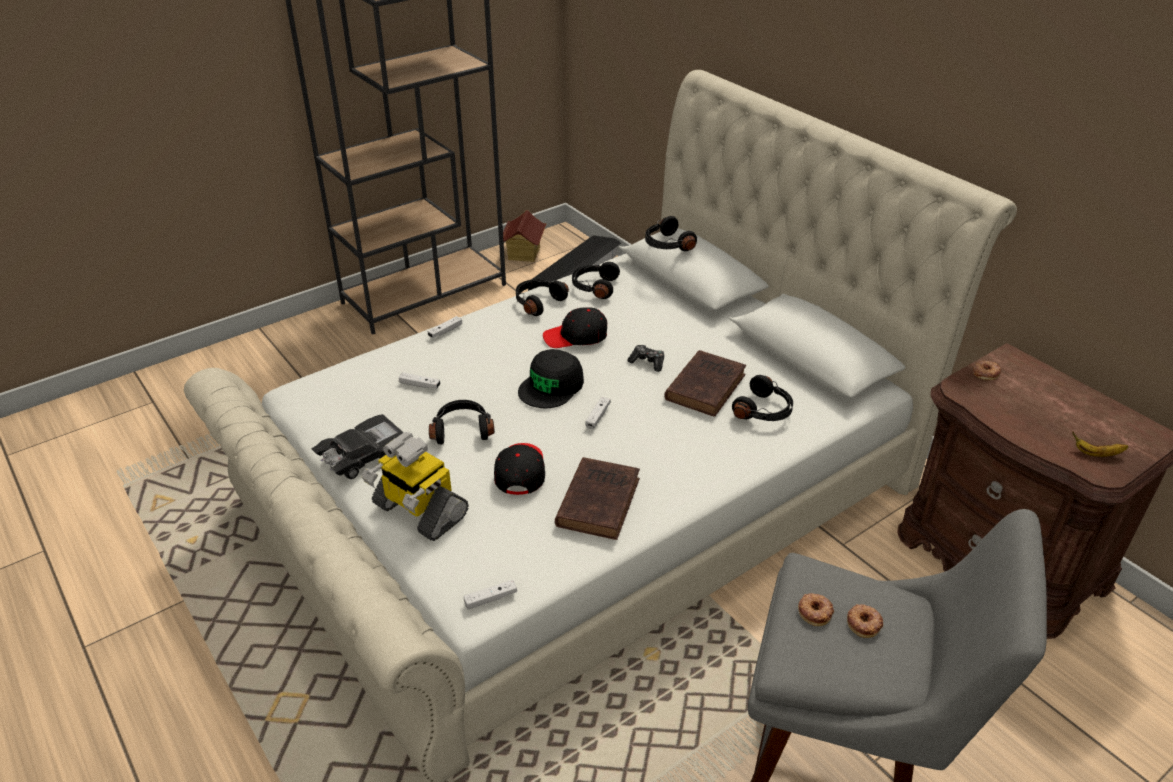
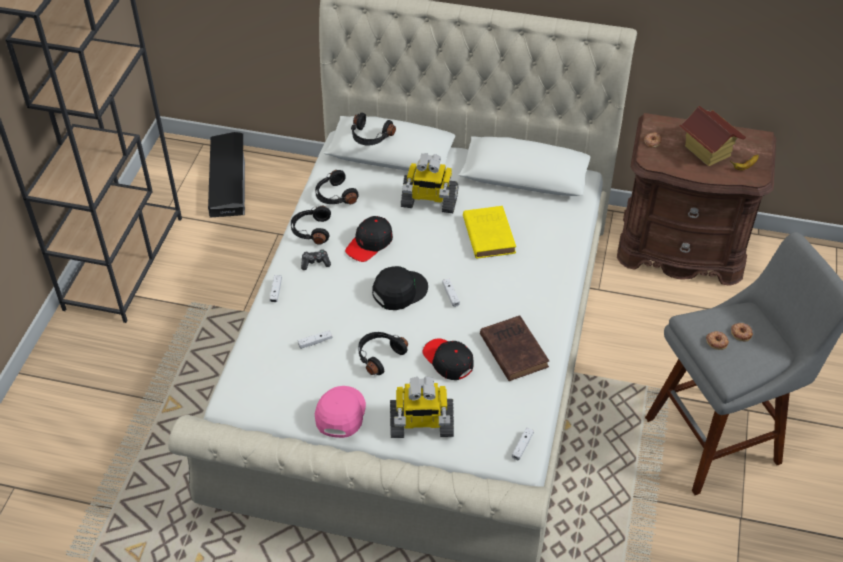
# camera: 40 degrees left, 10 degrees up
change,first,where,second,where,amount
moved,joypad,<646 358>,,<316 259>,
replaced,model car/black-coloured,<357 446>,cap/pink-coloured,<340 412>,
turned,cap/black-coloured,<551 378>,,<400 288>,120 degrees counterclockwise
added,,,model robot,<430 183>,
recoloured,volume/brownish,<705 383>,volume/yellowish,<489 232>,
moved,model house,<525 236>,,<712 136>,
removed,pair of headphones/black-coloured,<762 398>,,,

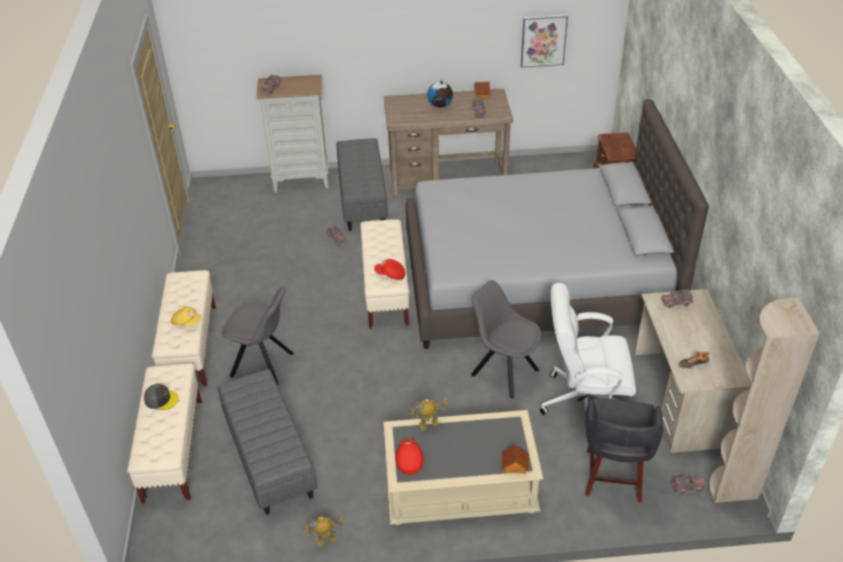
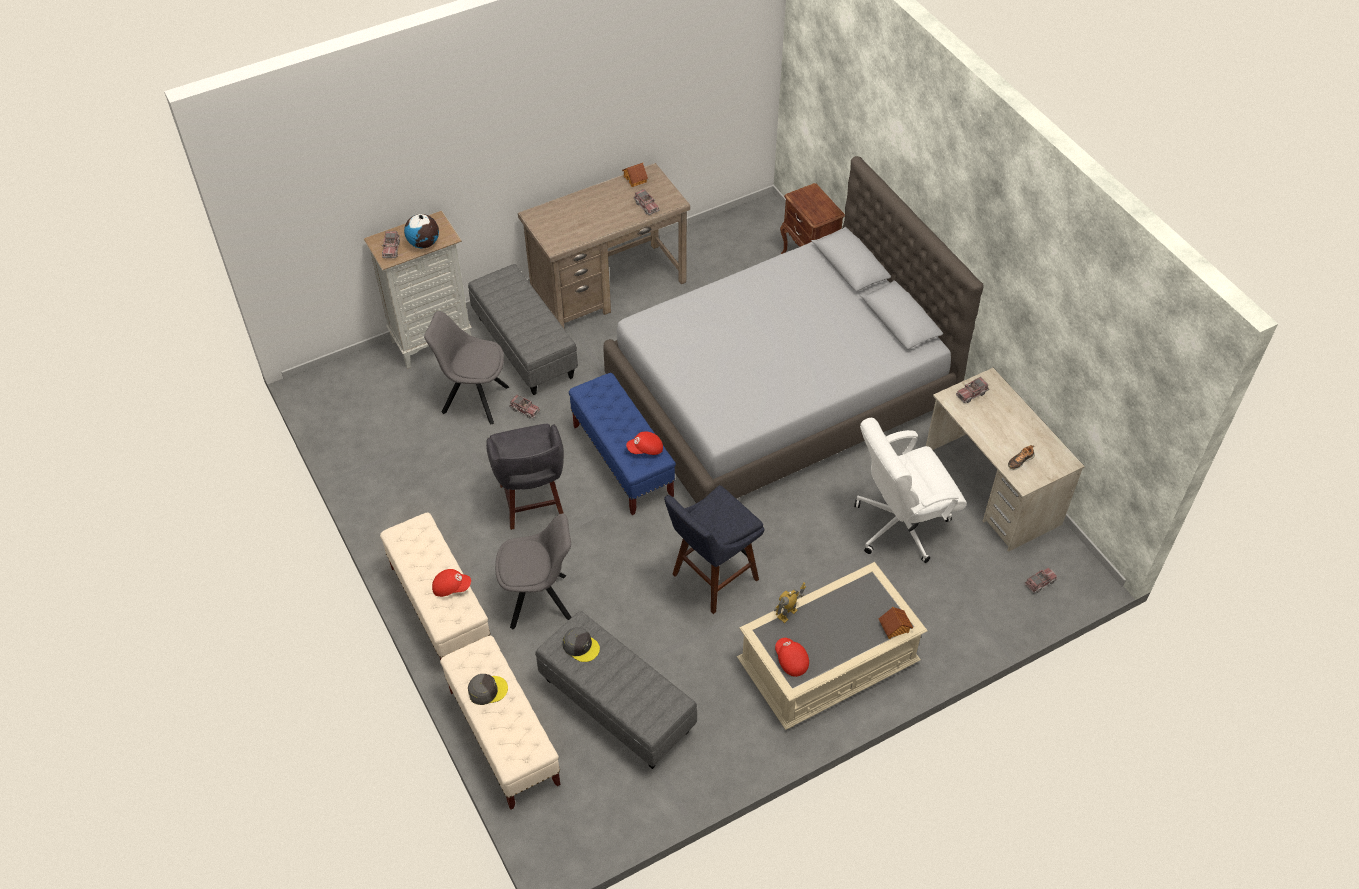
# camera: 25 degrees left, 10 degrees up
change,first,where,second,where,amount
moved,globe,<440 94>,,<421 231>,
moved,chair/gray,<506 339>,,<466 367>,
recoloured,cap/yellowish,<186 316>,cap/red,<451 583>,
moved,stool seat/gray,<624 450>,,<525 477>,
added,,,cap/gray,<581 644>,
recoloured,bench/beige,<385 273>,bench/bluish,<622 444>,
added,,,stool seat/bluish,<714 549>,
removed,model robot,<323 531>,,,
removed,wall art,<544 41>,,,
removed,bookcase/beige,<764 400>,,,

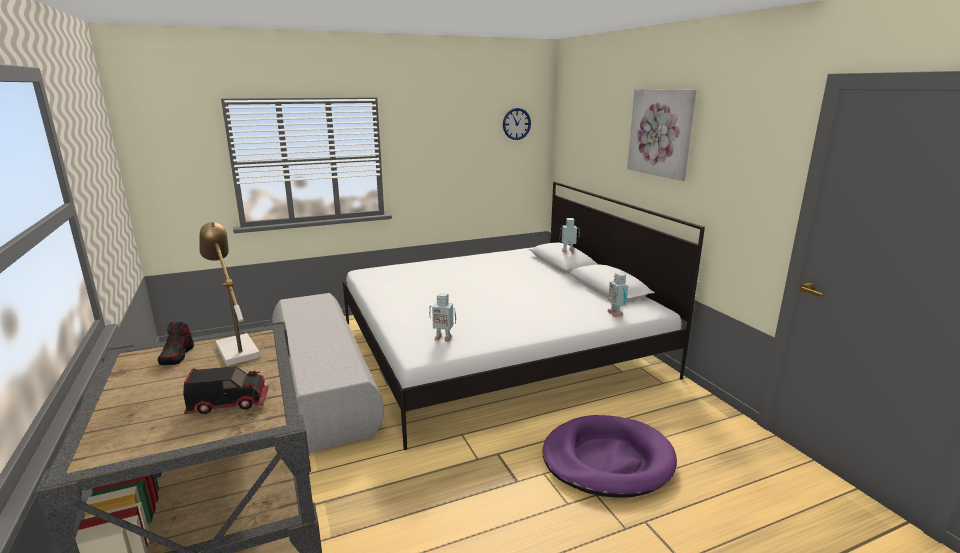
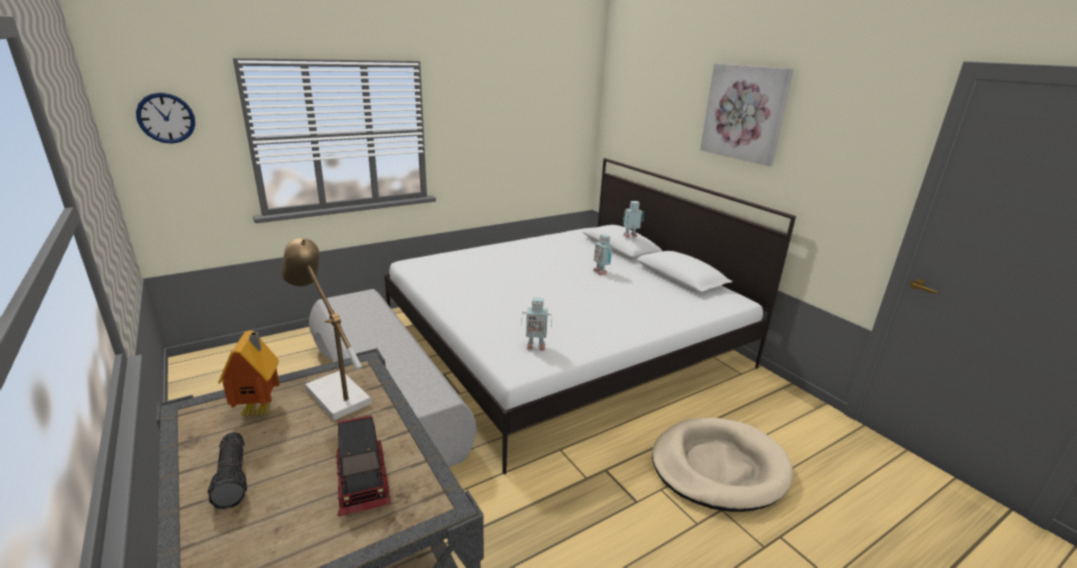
# camera: 10 degrees left, 5 degrees up
change,first,where,second,where,amount
moved,clock on the wall,<517 124>,,<165 118>,
added,,,flashlight,<227 471>,
replaced,shoe,<176 343>,model house,<249 373>,
turned,toy lorry,<226 390>,,<363 466>,90 degrees clockwise
moved,model robot,<617 295>,,<602 254>,
recoloured,dog cushion/purple-coloured,<609 456>,dog cushion/beige,<722 464>,

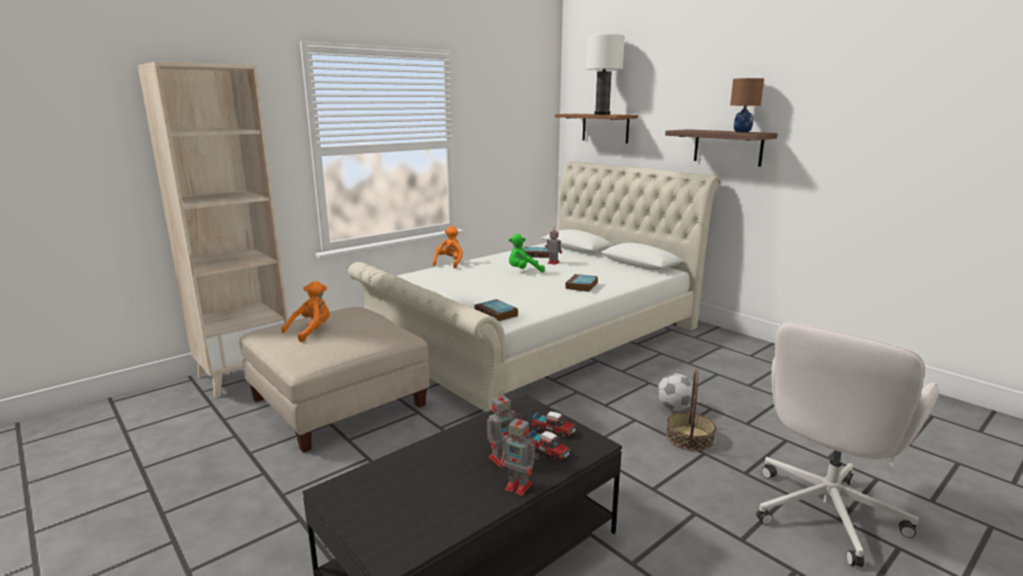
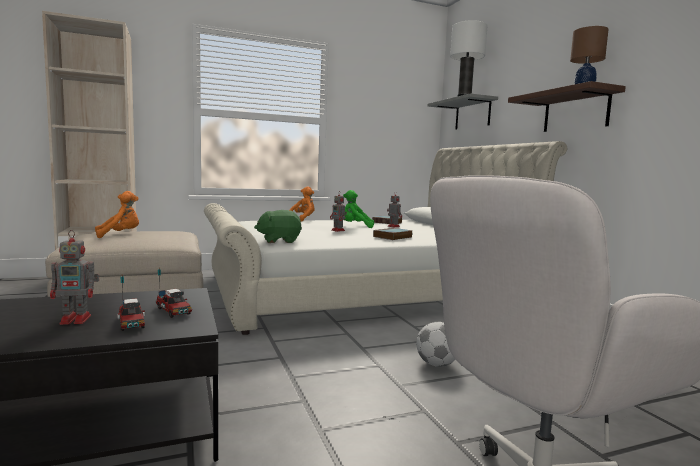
# camera: 20 degrees right, 10 degrees down
change,first,where,second,where,amount
replaced,volume,<496 310>,plush toy/green,<278 226>,
moved,model robot,<519 455>,,<338 213>,
recoloured,bracket shelf/brownish,<596 129>,bracket shelf/gray,<463 111>,
removed,storage basket,<691 410>,,,

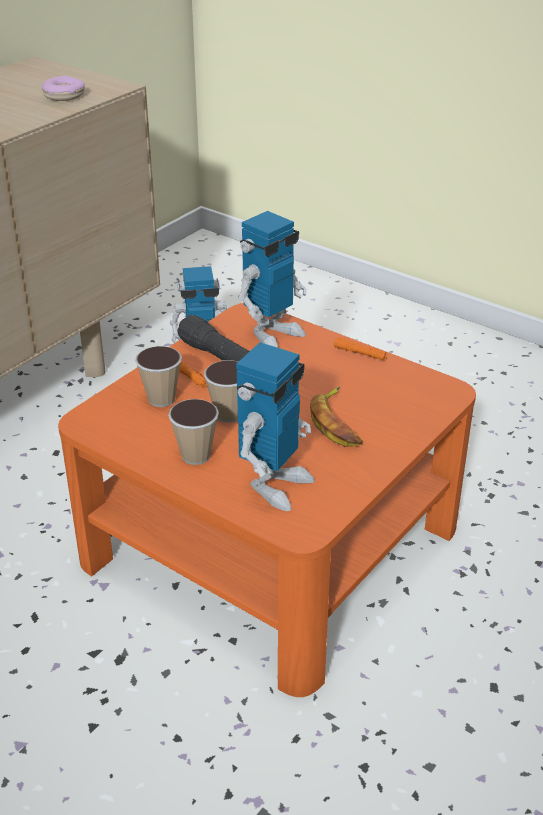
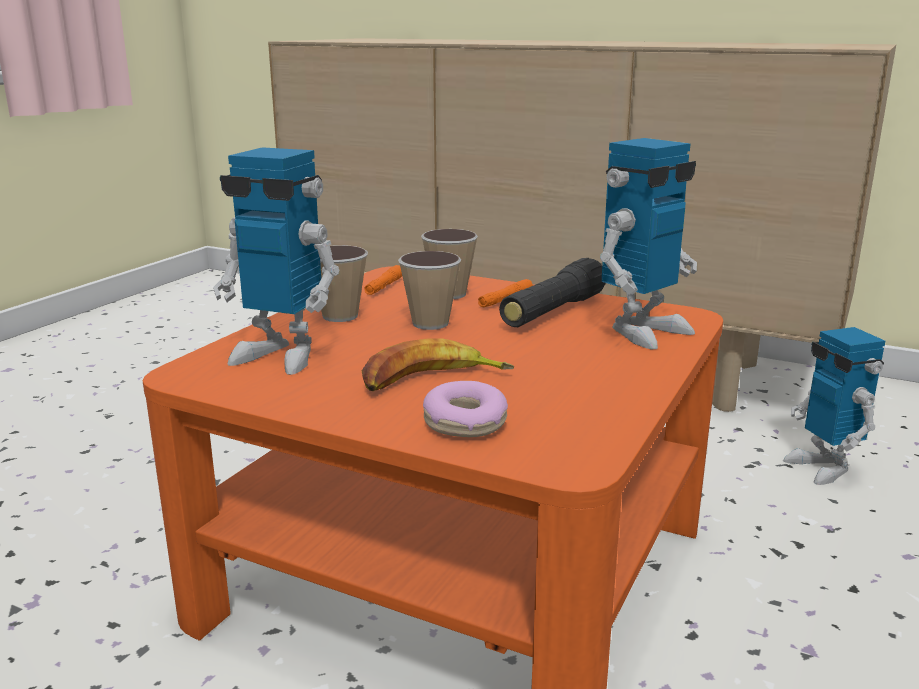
# camera: 80 degrees right, 15 degrees down
change,first,where,second,where,amount
moved,flashlight/orangey,<360 348>,,<383 280>,
moved,donut,<63 88>,,<465 409>,
turned,model robot,<273 279>,,<648 243>,75 degrees counterclockwise

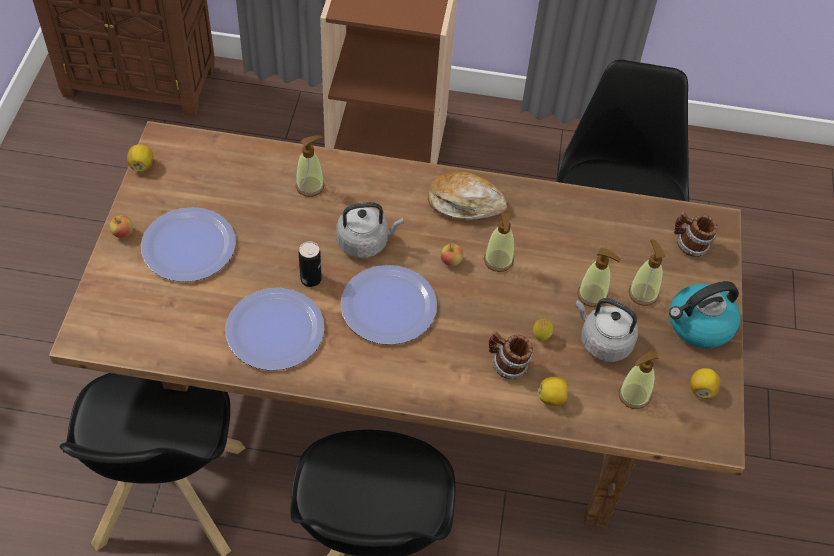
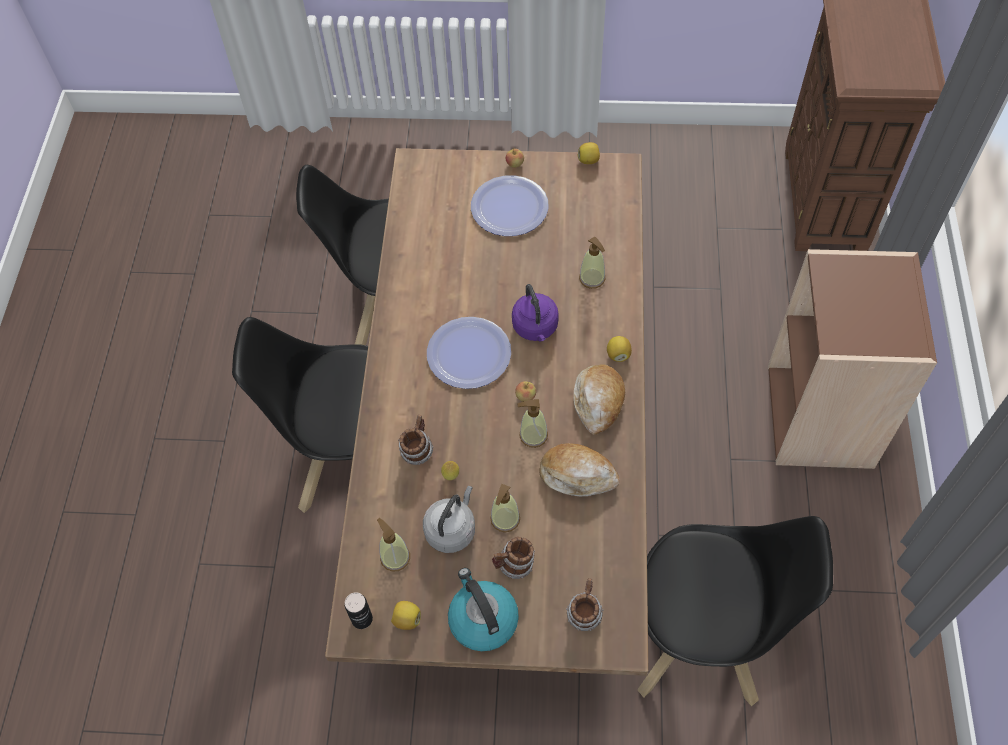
# camera: 90 degrees right, 5 degrees up
change,first,where,second,where,amount
moved,metal can,<310 264>,,<359 610>,
replaced,liquid soap bottle,<646 272>,tea mug,<513 558>,
recoloured,tea kettle/gray,<370 230>,tea kettle/purple-coloured,<535 312>,
added,,,bakery bread,<579 469>,
moved,whole lemon,<553 391>,,<619 349>,
removed,plate,<274 329>,,,

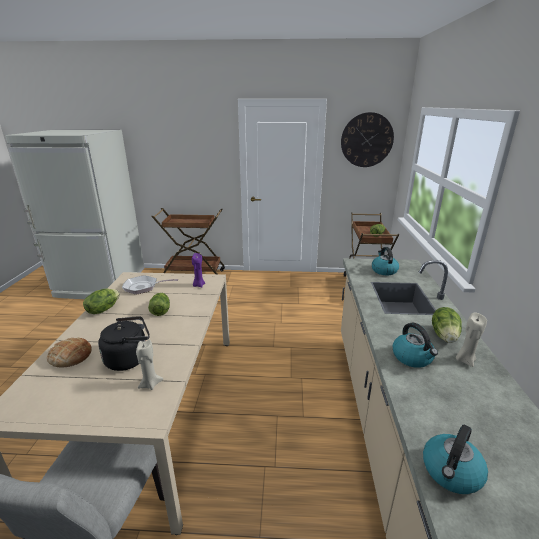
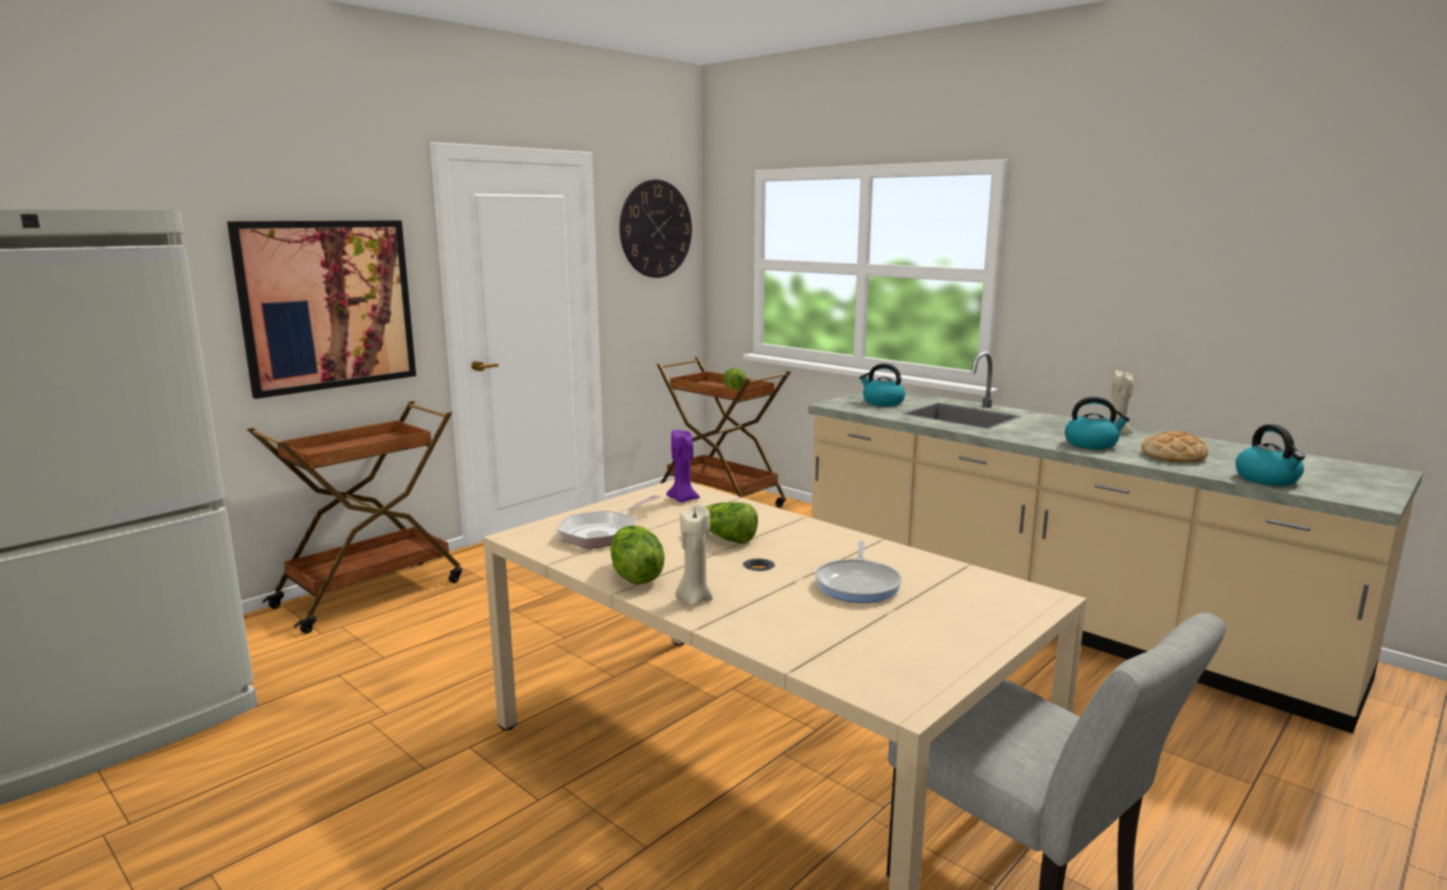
# camera: 50 degrees left, 10 degrees down
change,first,where,second,where,amount
added,,,wall art,<321 309>,
moved,wax candle/beige,<149 365>,,<694 555>,
replaced,tea kettle/black-coloured,<124 343>,pan,<858 572>,
moved,bakery bread,<69 353>,,<1174 446>,
removed,lettuce,<447 325>,,,

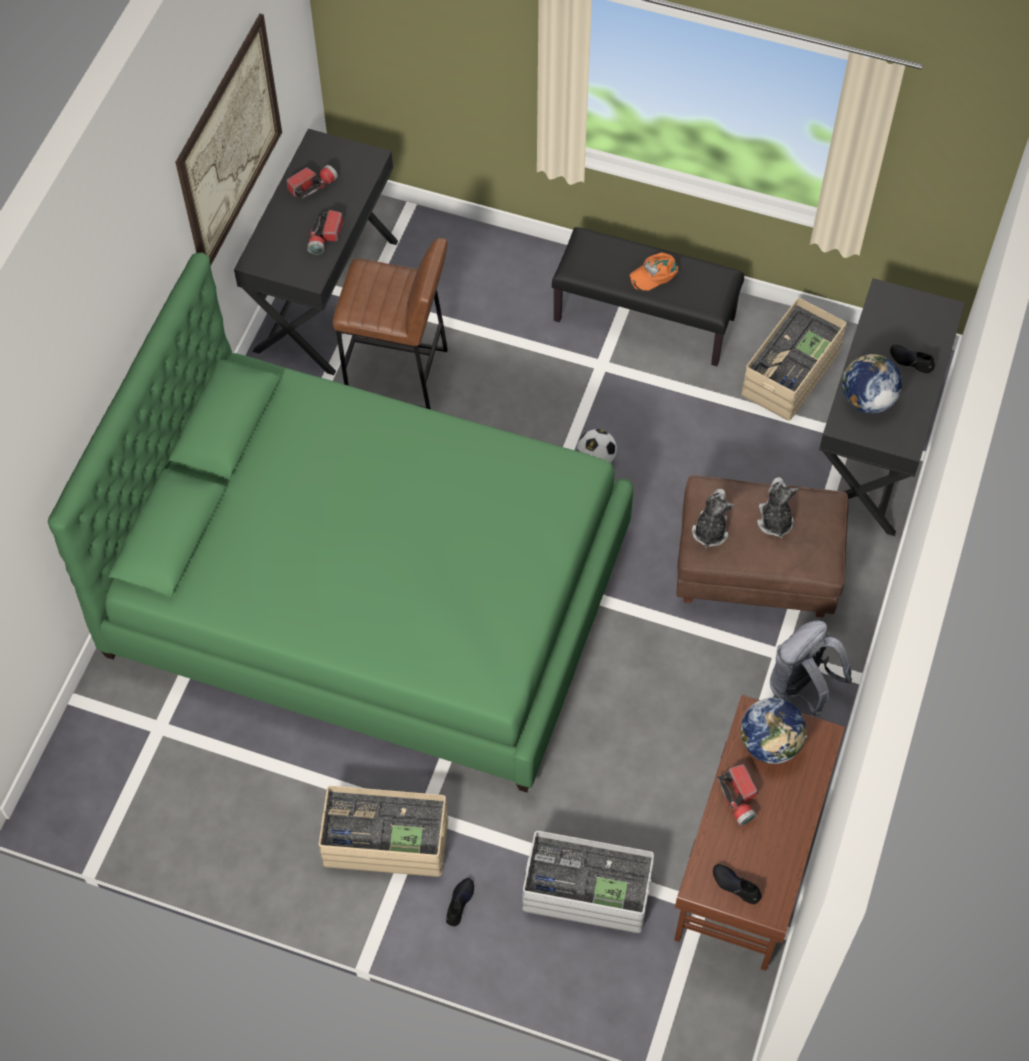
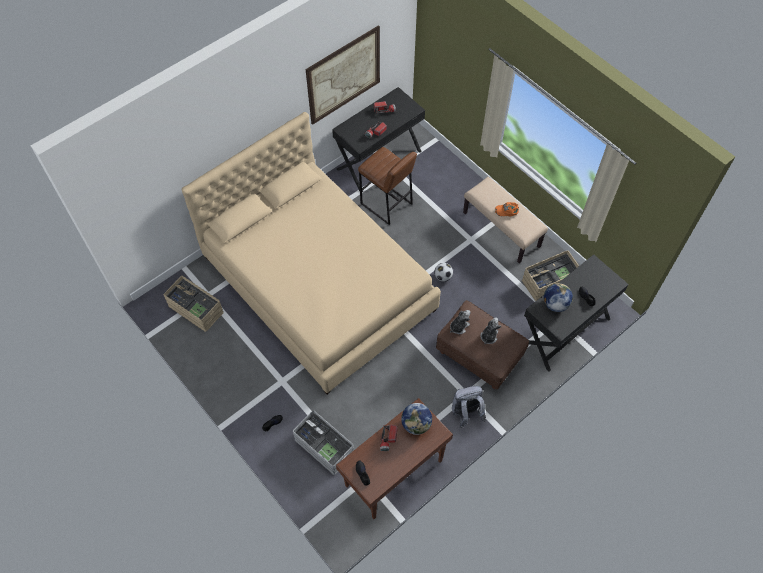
# camera: 30 degrees right, 0 degrees up
change,first,where,second,where,amount
moved,storage container/beige,<383 831>,,<194 304>,
recoloured,bed/green,<340 522>,bed/beige,<311 253>,
recoloured,bench/black-coloured,<648 296>,bench/beige,<505 220>,

